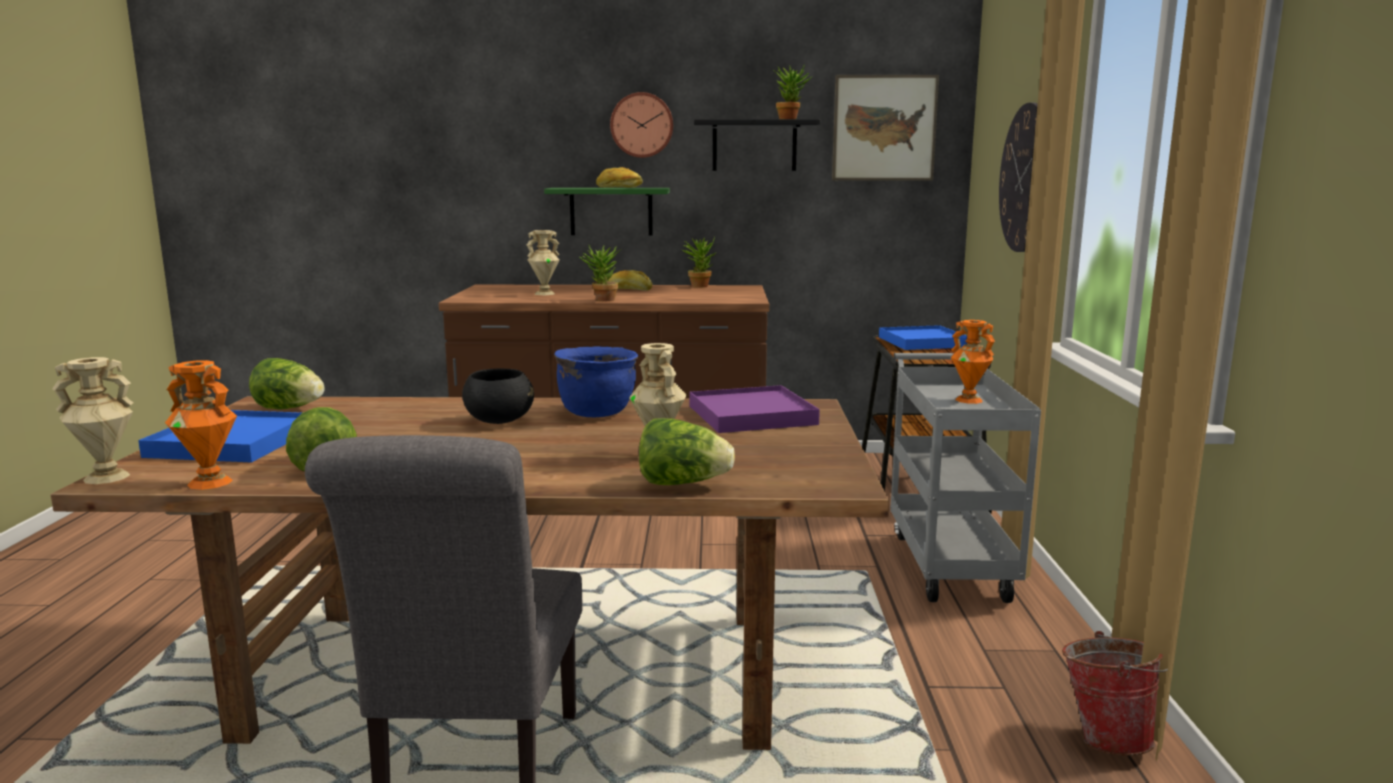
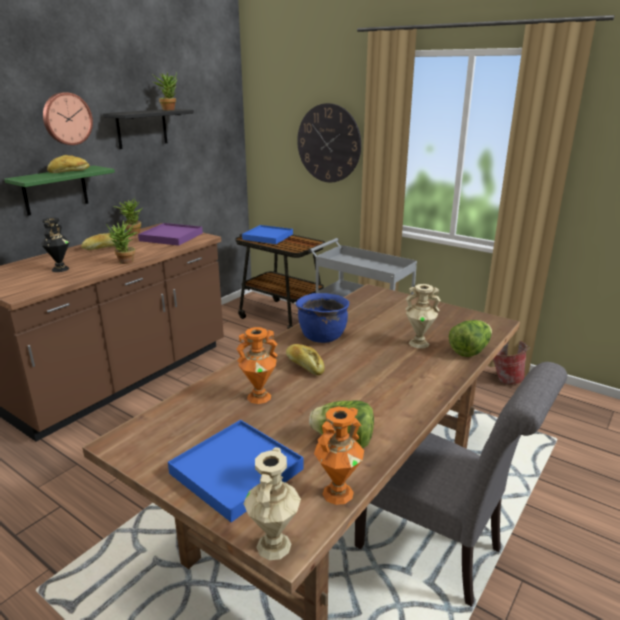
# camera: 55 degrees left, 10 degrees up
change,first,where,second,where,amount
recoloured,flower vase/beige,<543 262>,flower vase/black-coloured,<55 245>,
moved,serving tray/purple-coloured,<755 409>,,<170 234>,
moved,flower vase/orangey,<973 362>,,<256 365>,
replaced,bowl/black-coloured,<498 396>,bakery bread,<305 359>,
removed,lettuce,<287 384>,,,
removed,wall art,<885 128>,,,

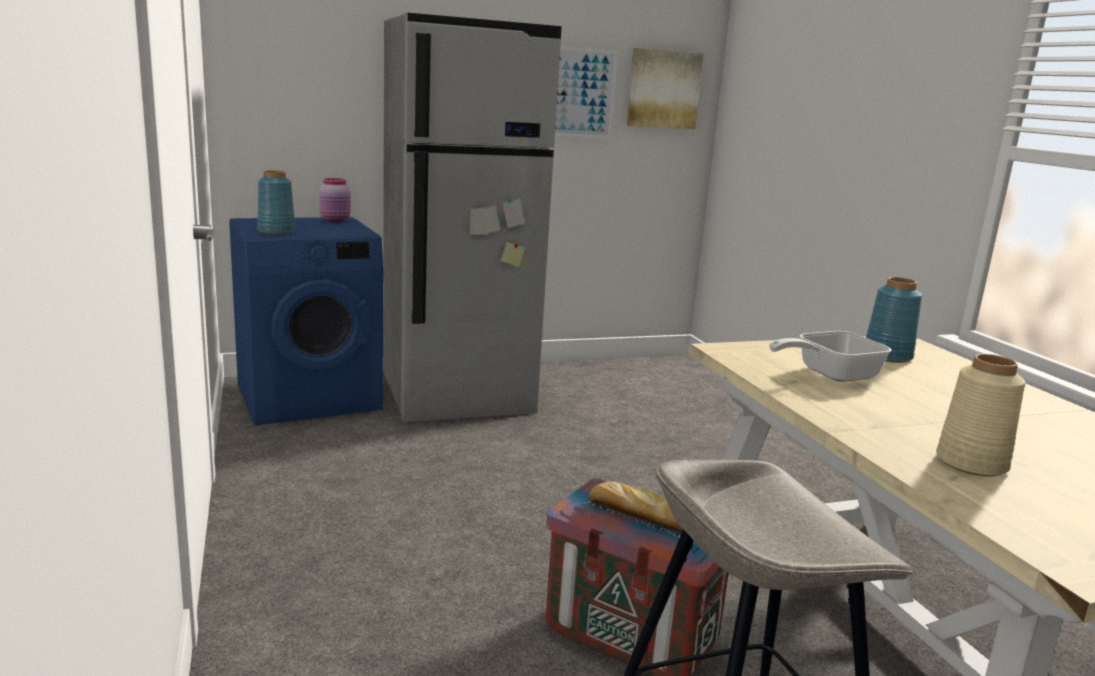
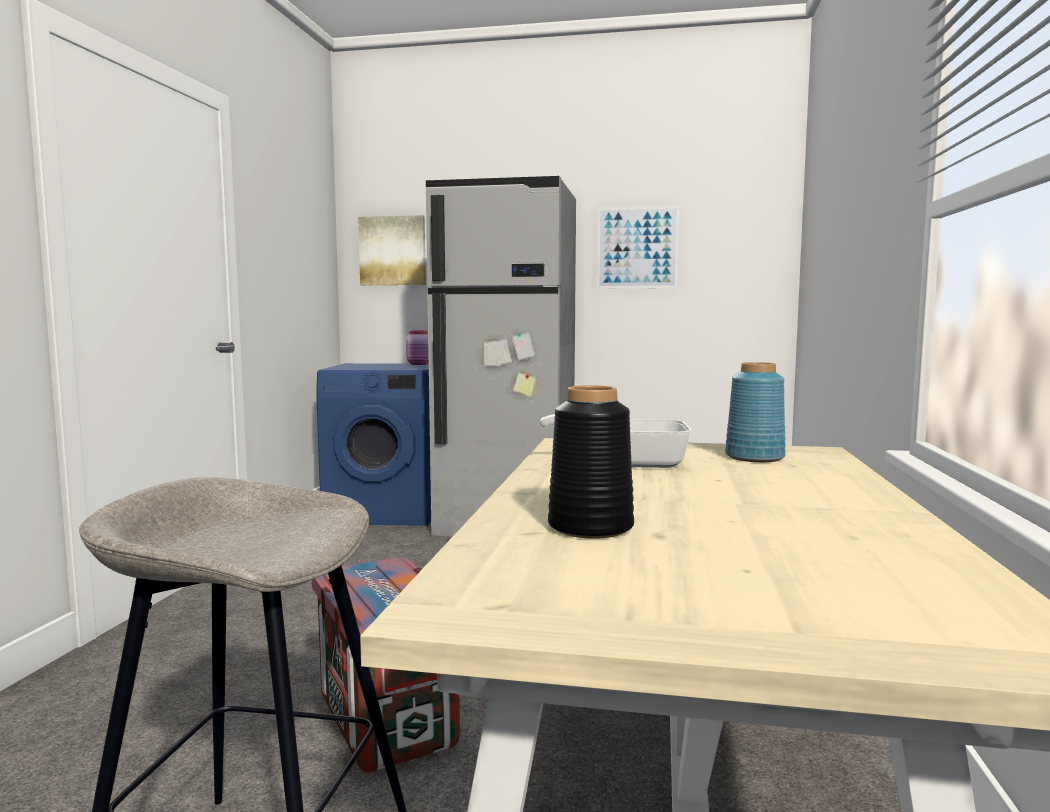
# camera: 30 degrees right, 10 degrees down
change,first,where,second,where,amount
moved,wall art,<665 88>,,<392 250>,
recoloured,flower vase/beige,<980 415>,flower vase/black-coloured,<591 462>,
removed,flower vase/bluish,<276 202>,,,
removed,bakery bread,<636 506>,,,

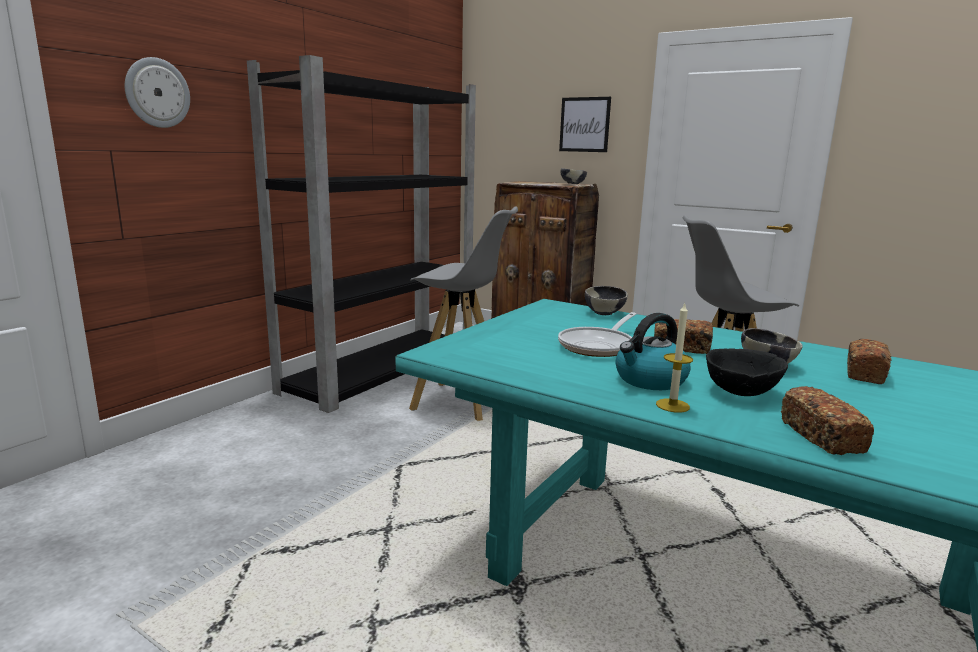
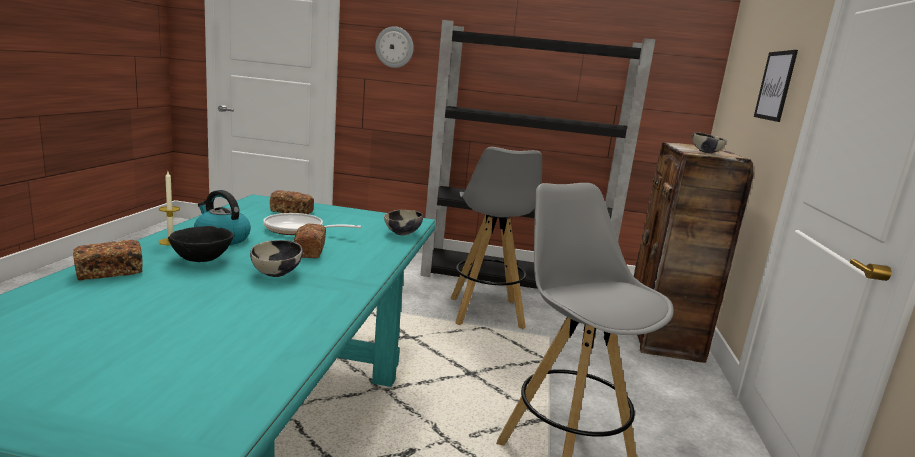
# camera: 65 degrees right, 0 degrees up
change,first,where,second,where,amount
moved,bakery bread,<869 361>,,<292 202>,

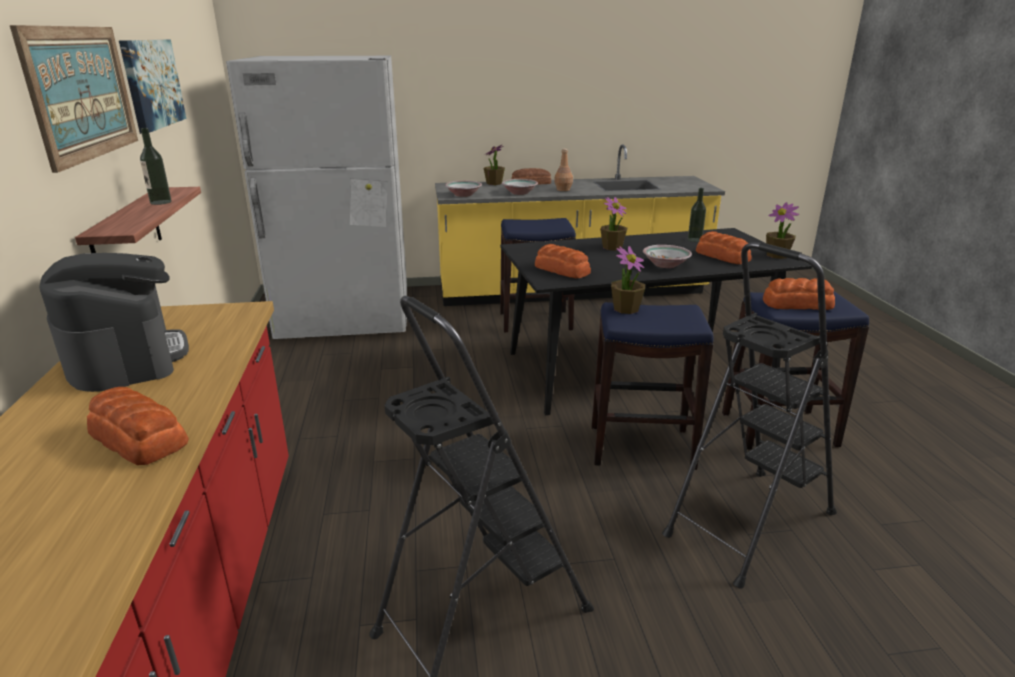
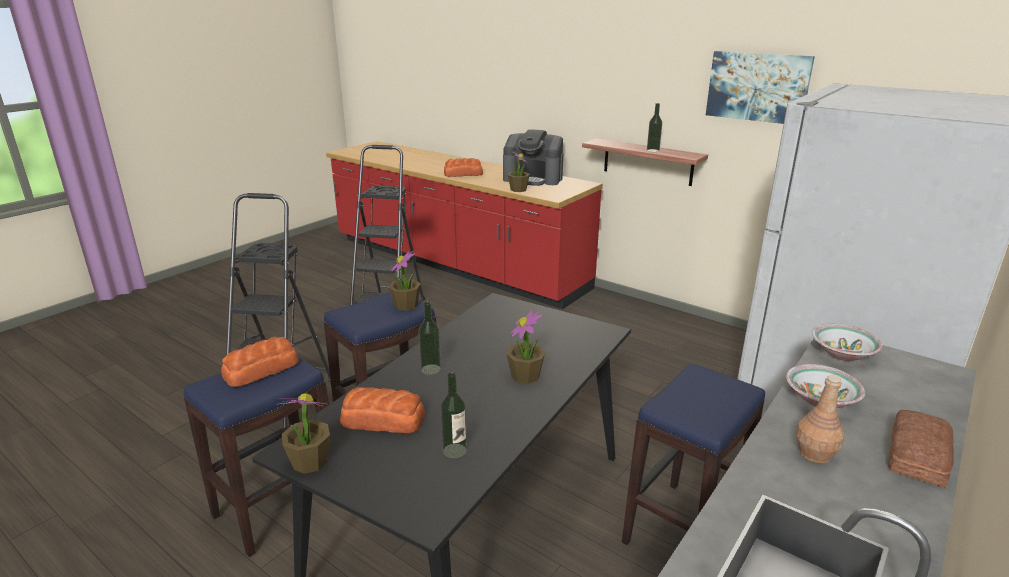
# camera: 135 degrees right, 0 degrees up
change,first,where,second,where,amount
replaced,bowl,<667 256>,beverage bottle,<429 338>,
moved,houseplant,<494 165>,,<519 171>,
removed,wall art,<74 99>,,,
removed,bakery bread,<563 261>,,,

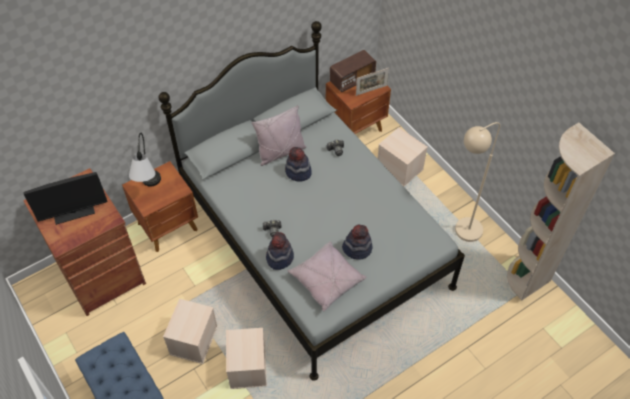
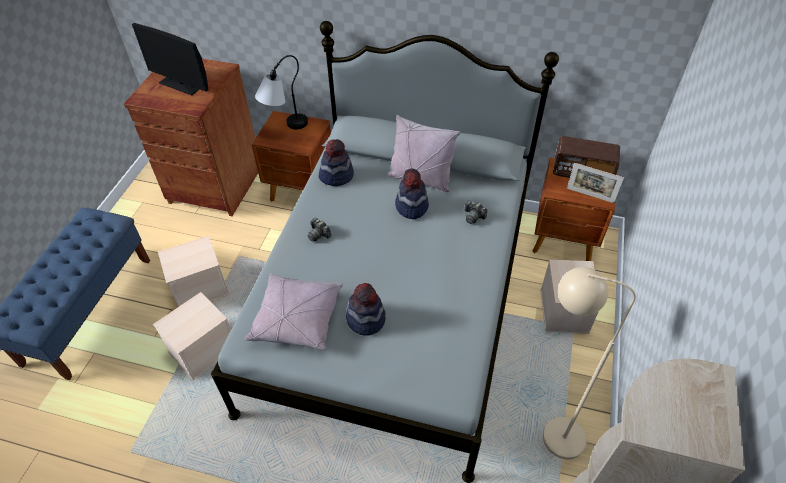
# camera: 50 degrees right, 5 degrees down
change,first,where,second,where,amount
moved,hat,<280 251>,,<336 162>,

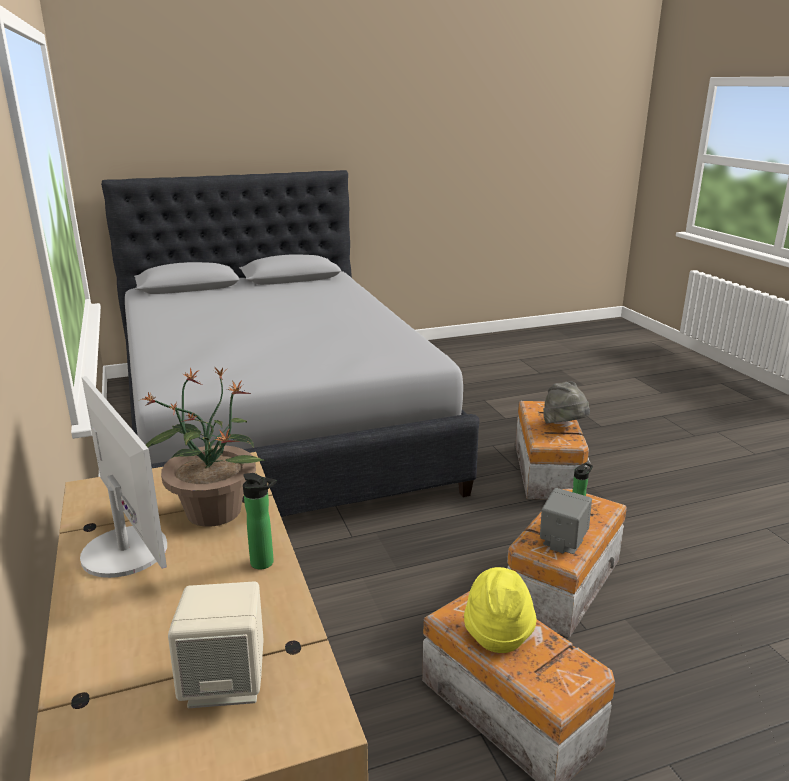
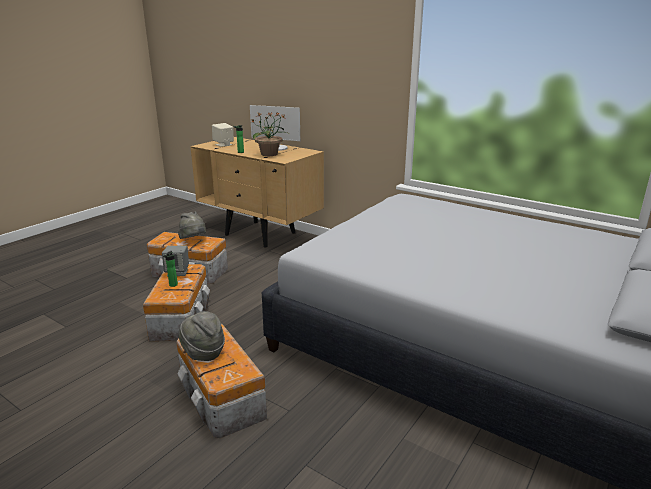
# camera: 145 degrees right, 0 degrees up
change,first,where,second,where,amount
recoloured,hat/yellowish,<500 610>,hat/gray,<192 225>,

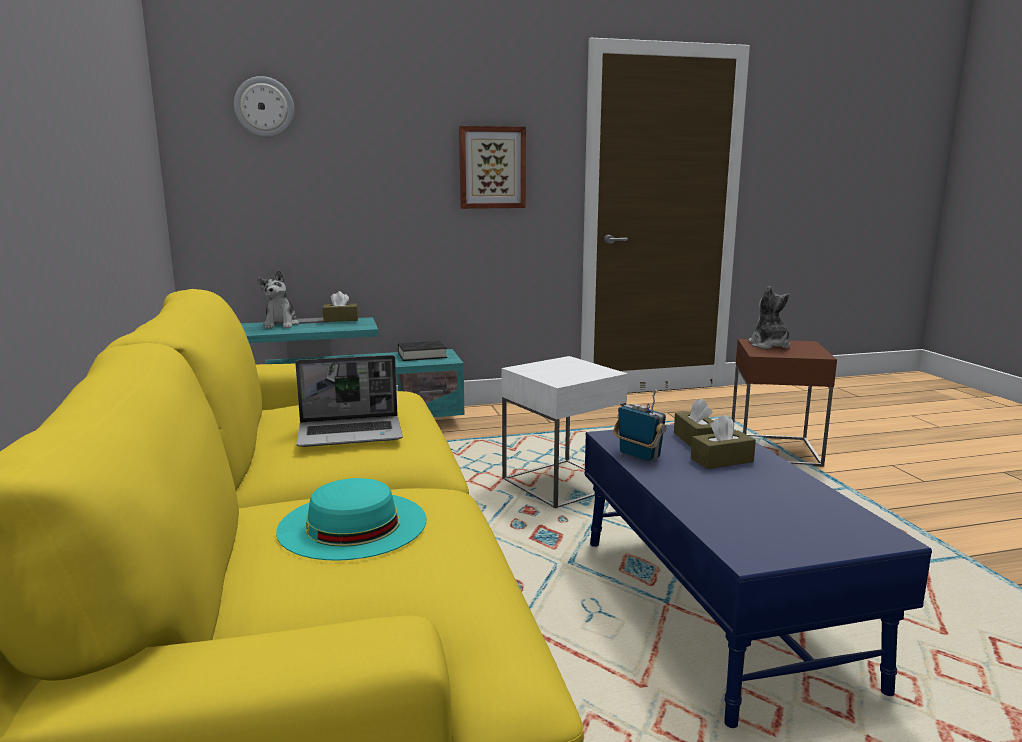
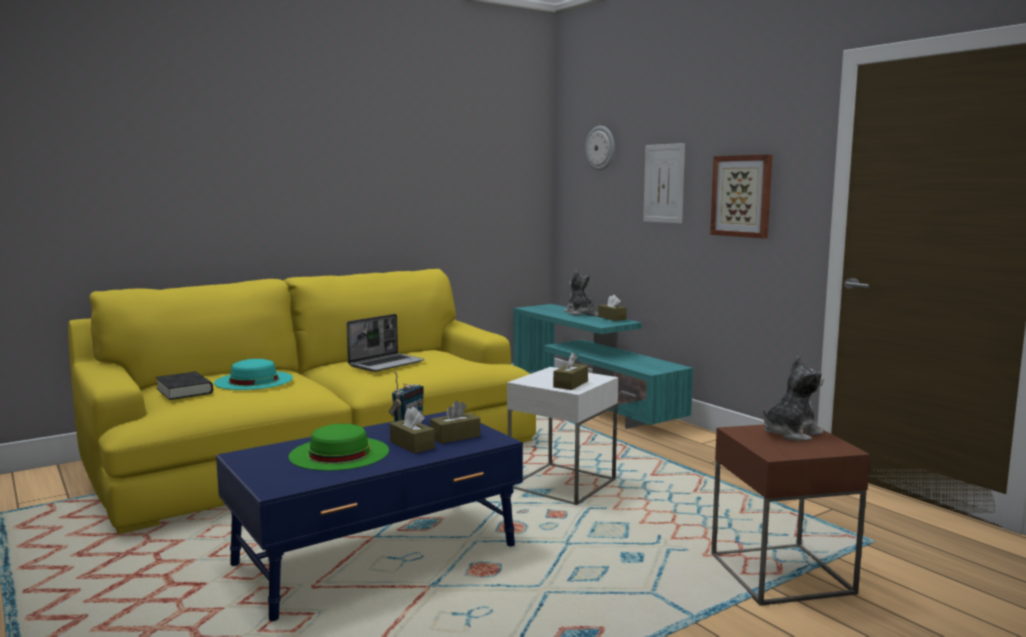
# camera: 70 degrees right, 5 degrees down
change,first,where,second,where,amount
moved,volume/black-coloured,<422 351>,,<184 386>,
added,,,hat/green,<339 447>,
turned,portable computer,<349 401>,,<386 343>,105 degrees counterclockwise
added,,,tissue holder/brownish,<570 371>,
turned,plush toy,<278 299>,,<579 292>,90 degrees clockwise
added,,,wall art,<664 183>,

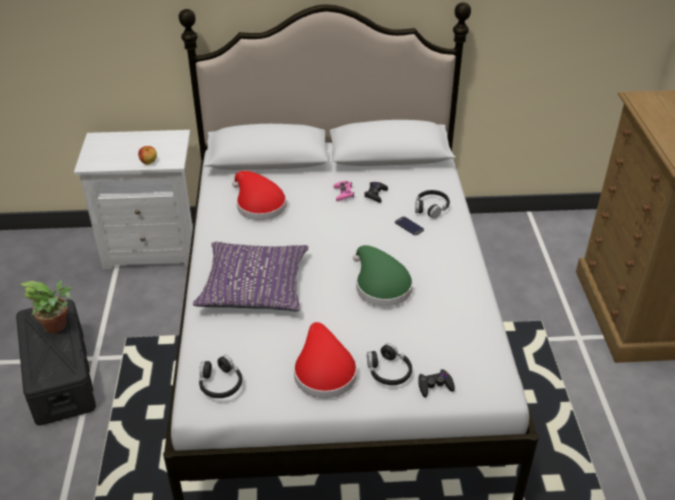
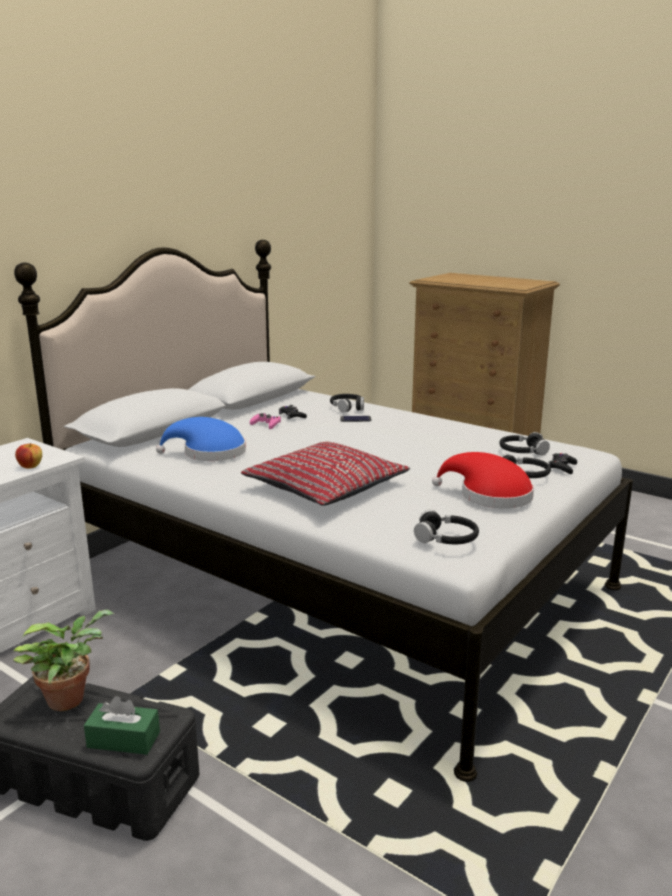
# camera: 50 degrees left, 20 degrees down
change,first,where,second,where,amount
added,,,tissue holder/green,<122 725>,
recoloured,hat/red,<259 195>,hat/bluish,<201 439>,
recoloured,throw pillow/purple-coloured,<251 276>,throw pillow/red,<325 474>,
added,,,pair of headphones/black-coloured,<525 444>,
removed,hat/green,<383 275>,,,

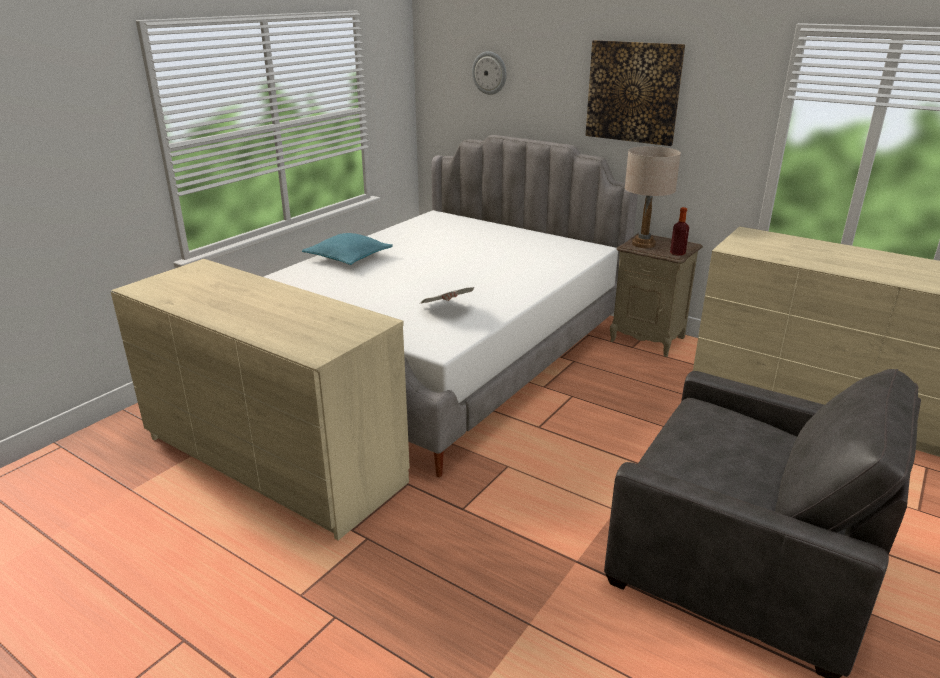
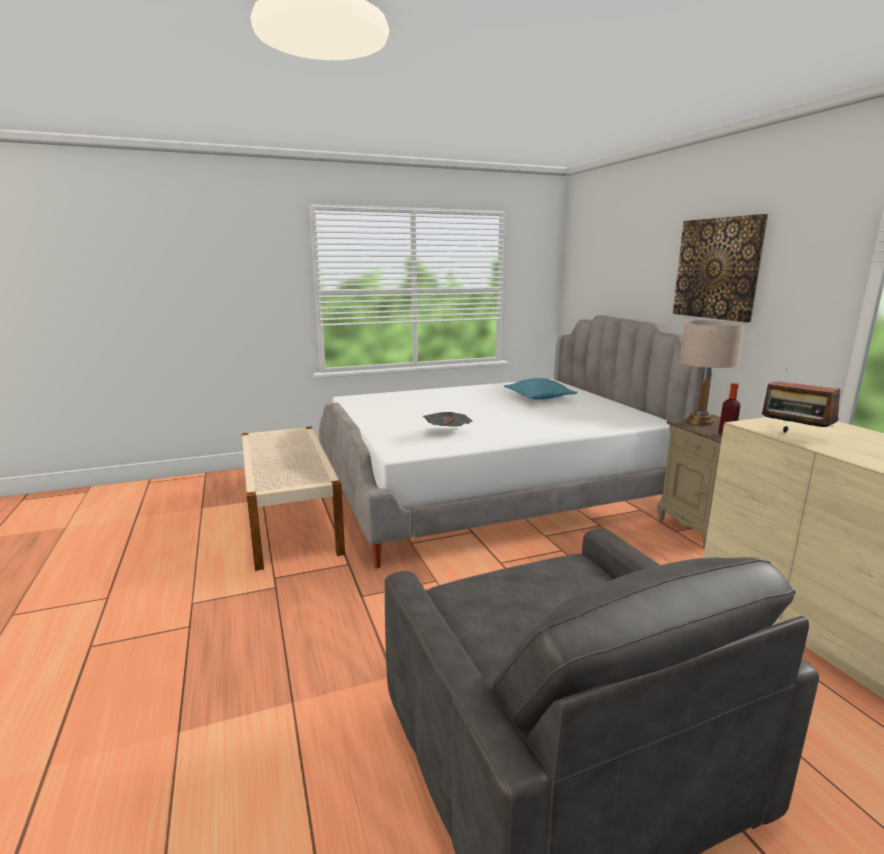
# camera: 35 degrees right, 10 degrees down
change,first,where,second,where,amount
replaced,chest of drawers/beige,<260 399>,bench/beige,<293 498>,
moved,throw pillow/blue-green,<347 249>,,<540 389>,
added,,,radio receiver,<801 407>,
removed,clock on the wall,<489 73>,,,

